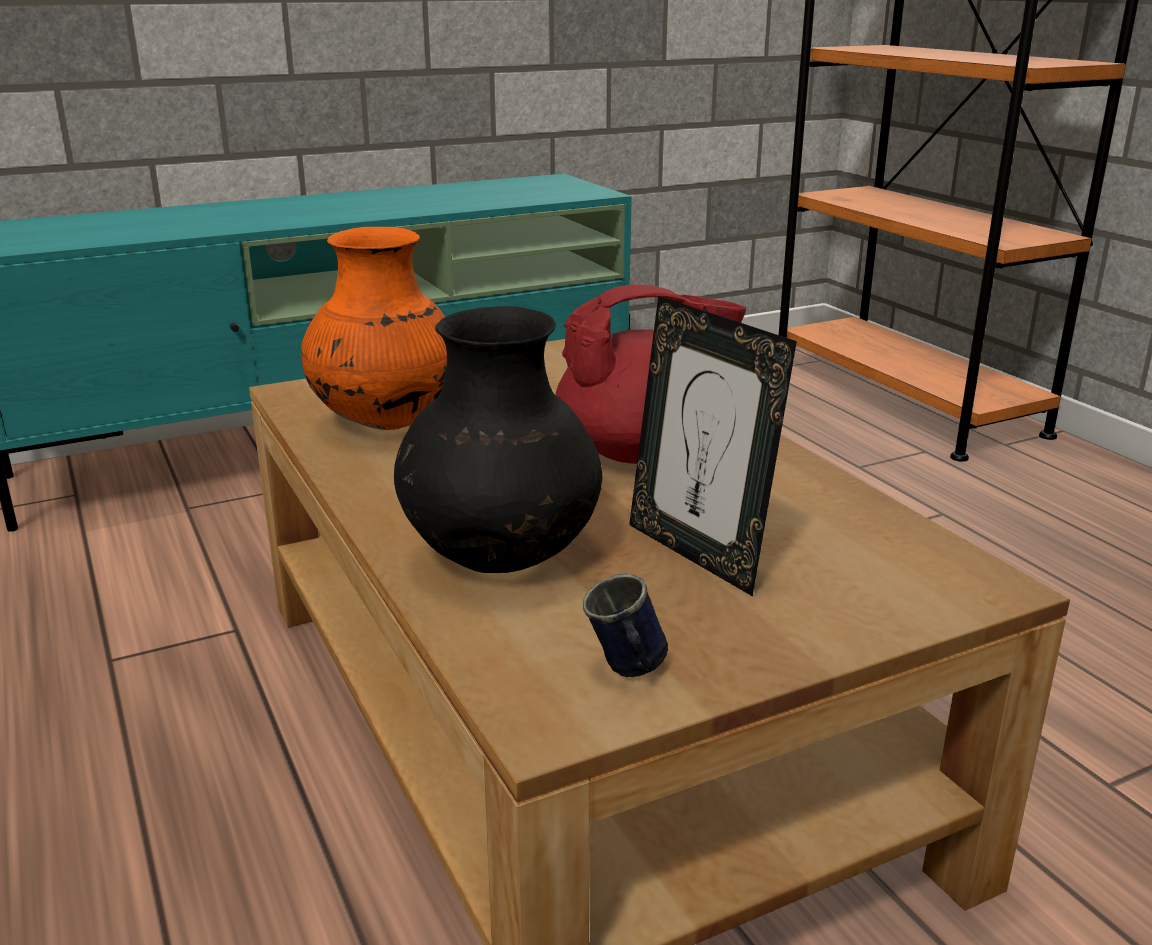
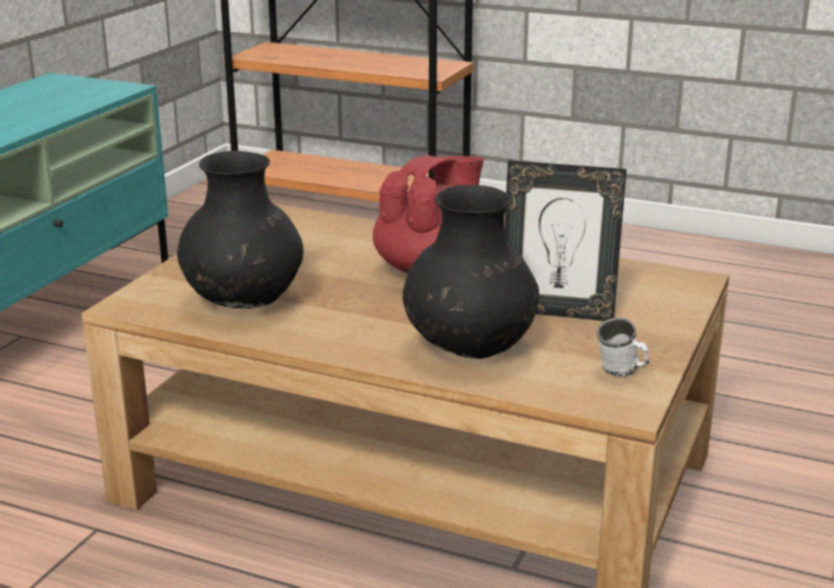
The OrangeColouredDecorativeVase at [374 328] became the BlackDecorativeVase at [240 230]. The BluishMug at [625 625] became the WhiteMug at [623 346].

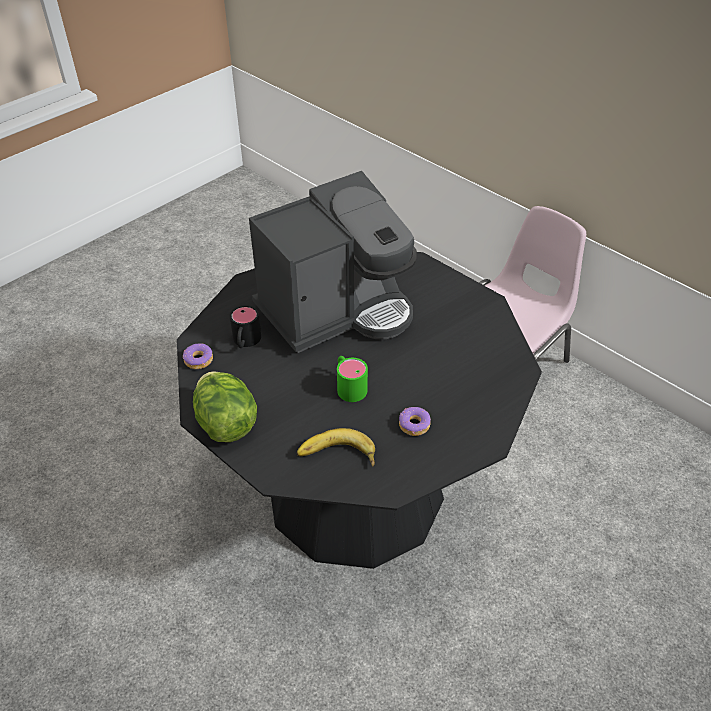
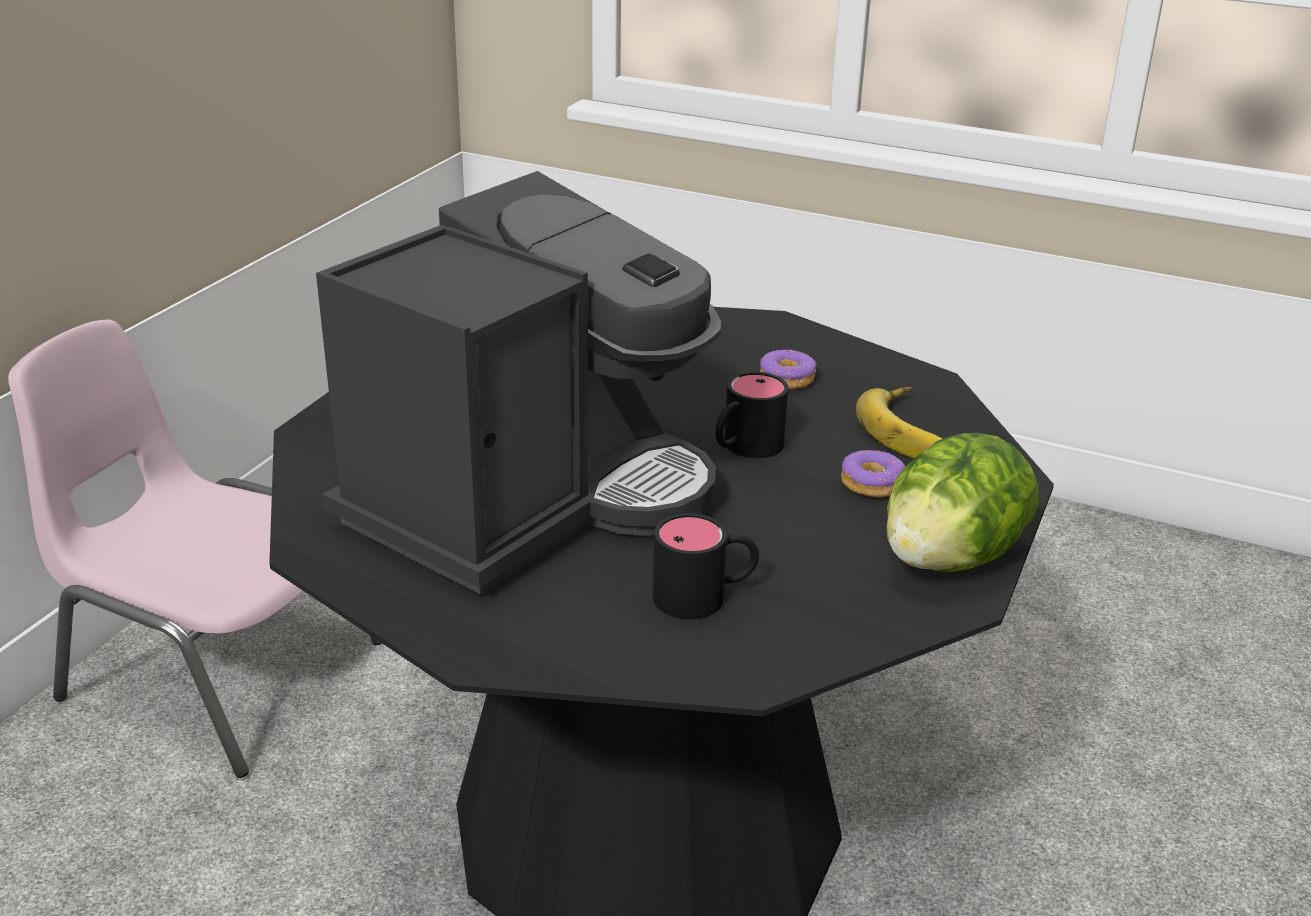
The CoffeeBrewer at [333 262] turned 90 degrees clockwise. The RingDoughnut moved from [197 356] to [873 473]. The GreenishMug at [352 379] became the BlackMug at [752 415].

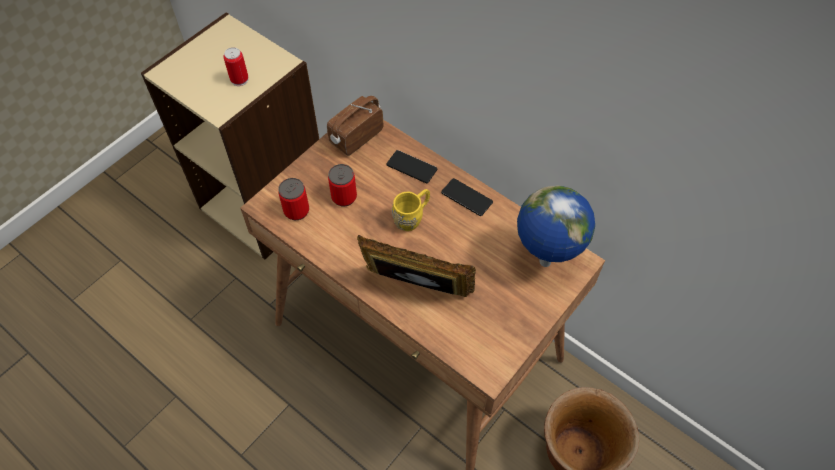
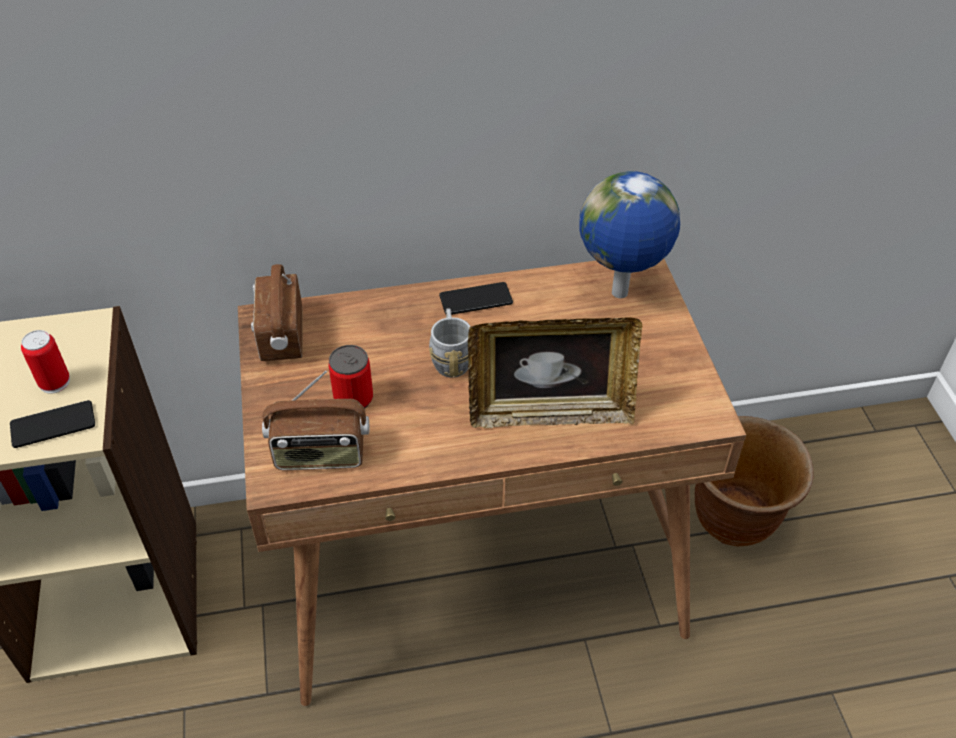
The Phone moved from [412 166] to [52 424]. The Can at [293 199] was replaced by the Radio at [315 420]. The YellowColouredMug at [411 210] became the GreyMug at [450 343]. The StandingFrame at [416 266] turned 150 degrees counterclockwise.

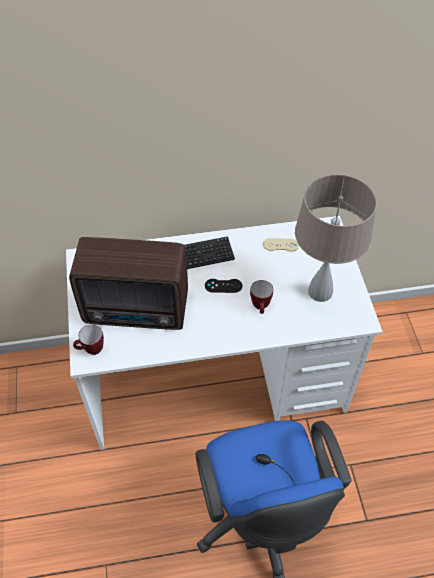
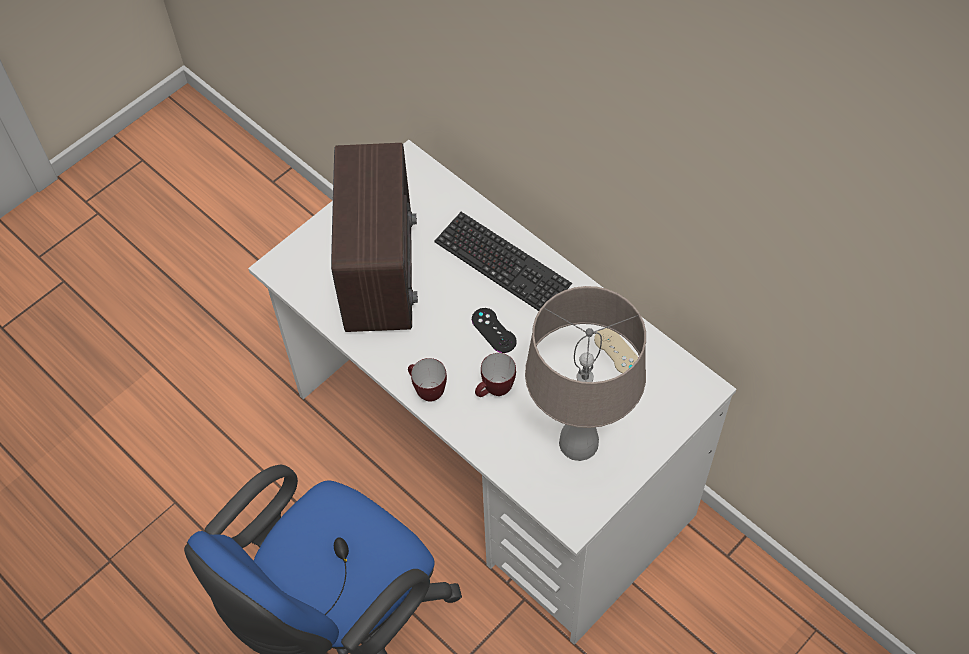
The Radio at [128 283] turned 150 degrees counterclockwise. The Mug moved from [88 340] to [427 380].

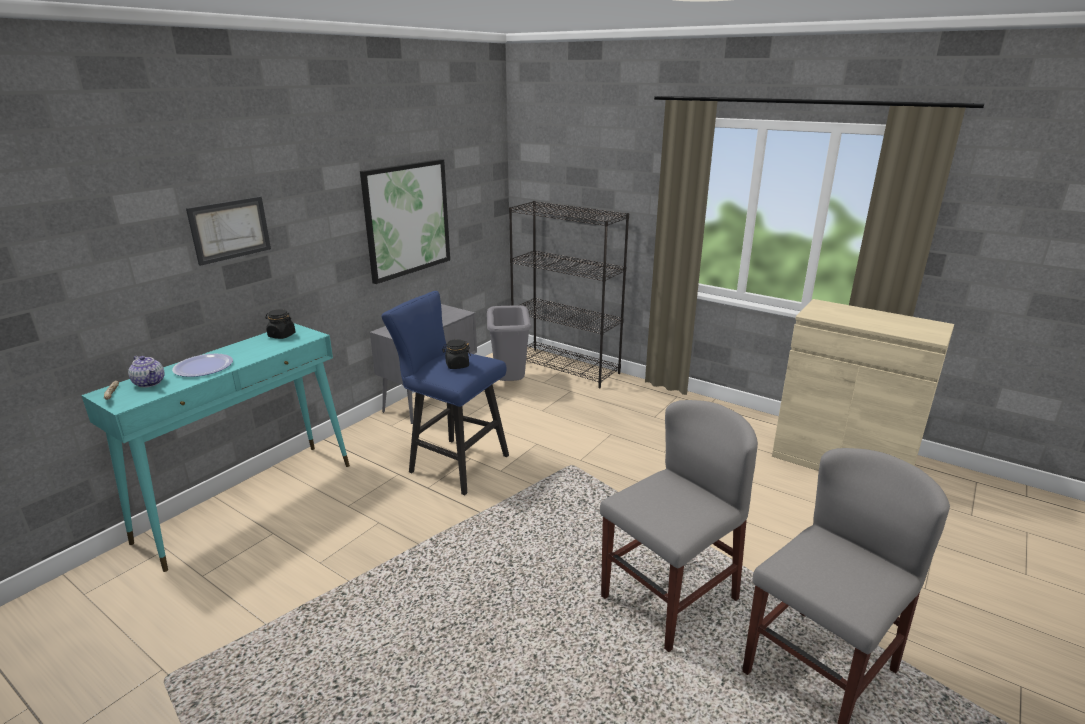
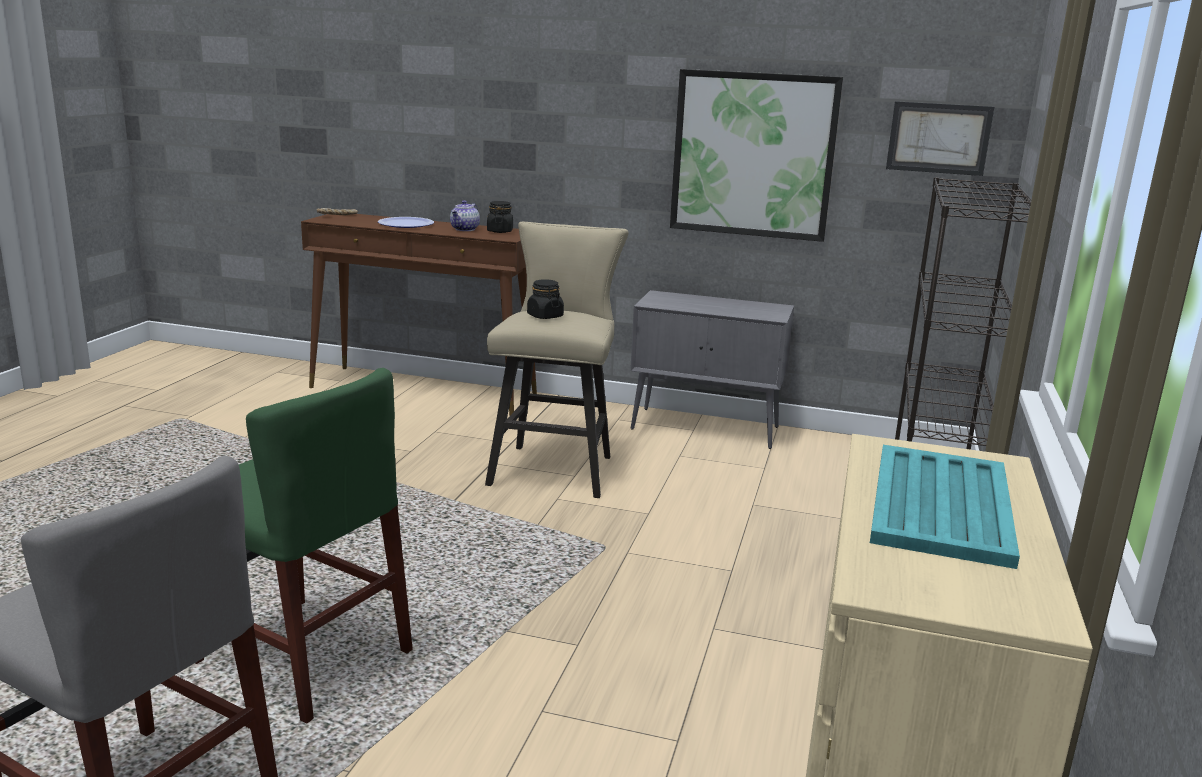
The WallArt moved from [228 231] to [940 138]. The BluishStoolSeat at [445 393] became the BeigeColouredStoolSeat at [556 360]. The GreyRubbishBin at [509 343] disappeared. The BlueGreenConsoleTable at [215 447] became the BrownColouredConsoleTable at [419 315]. The Teapot moved from [146 372] to [465 215]. The GreyChair at [679 526] became the GreenishChair at [304 546]. The BlueGreenServingTray at [945 507] appeared.

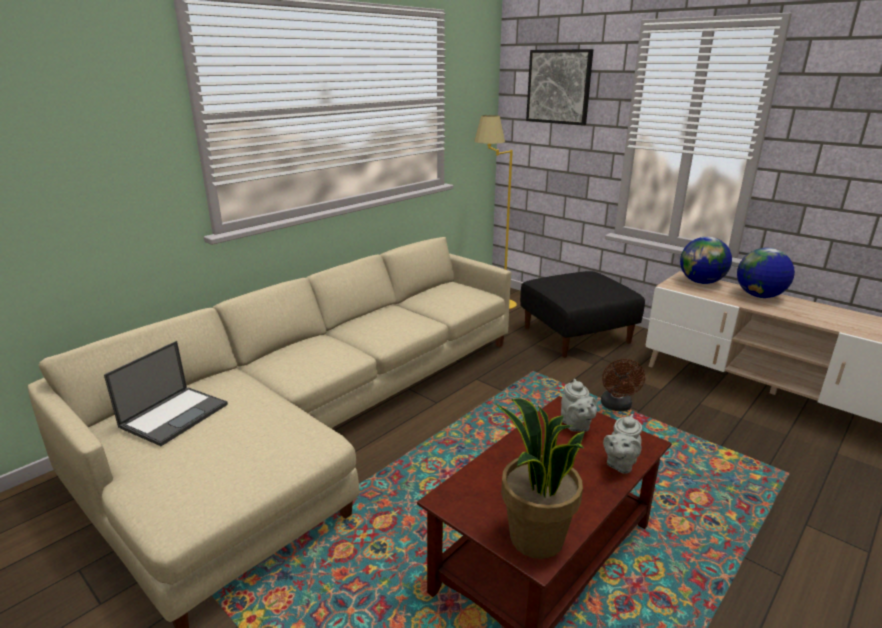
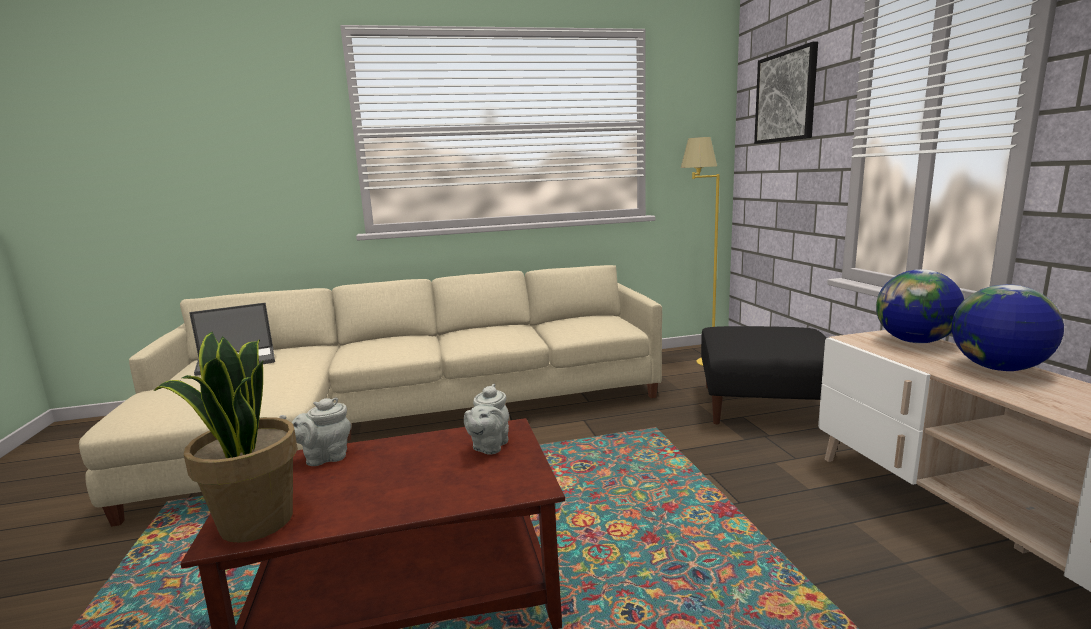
The BrownColouredElectricFan at [623 385] disappeared. The GreyTeapot moved from [622 444] to [315 432].

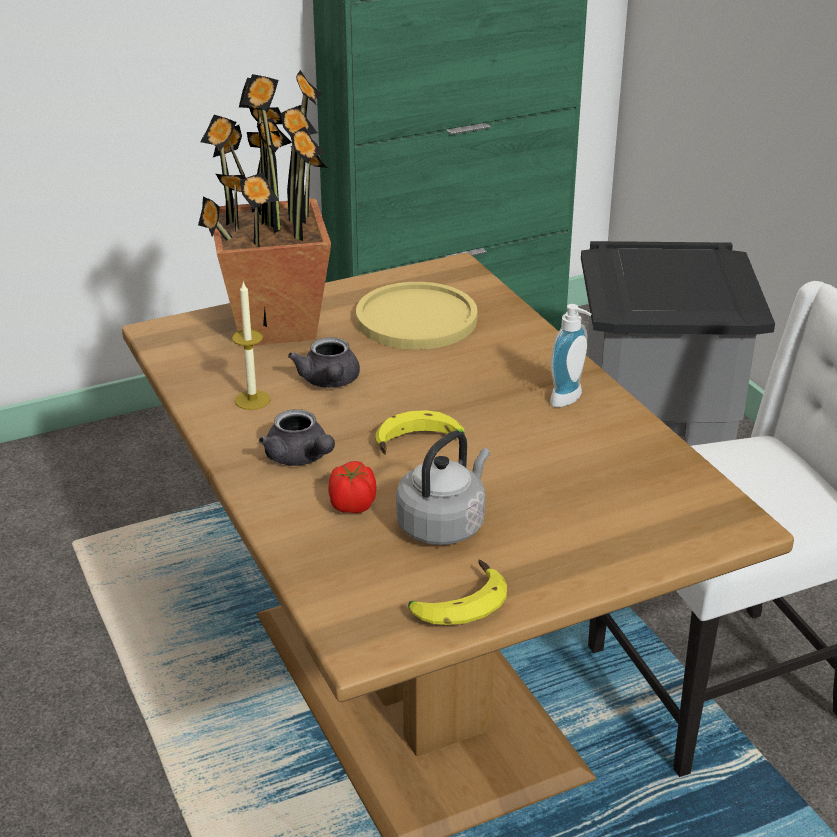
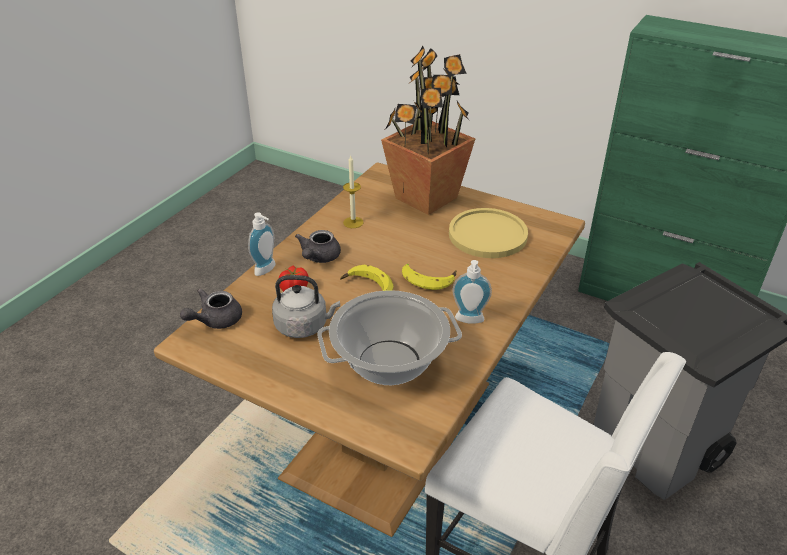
The GreyTeapot moved from [324 362] to [211 308]. The BananaFruit moved from [457 592] to [429 277]. The SoapBottle at [262 244] appeared. The Stockpot at [389 337] appeared.

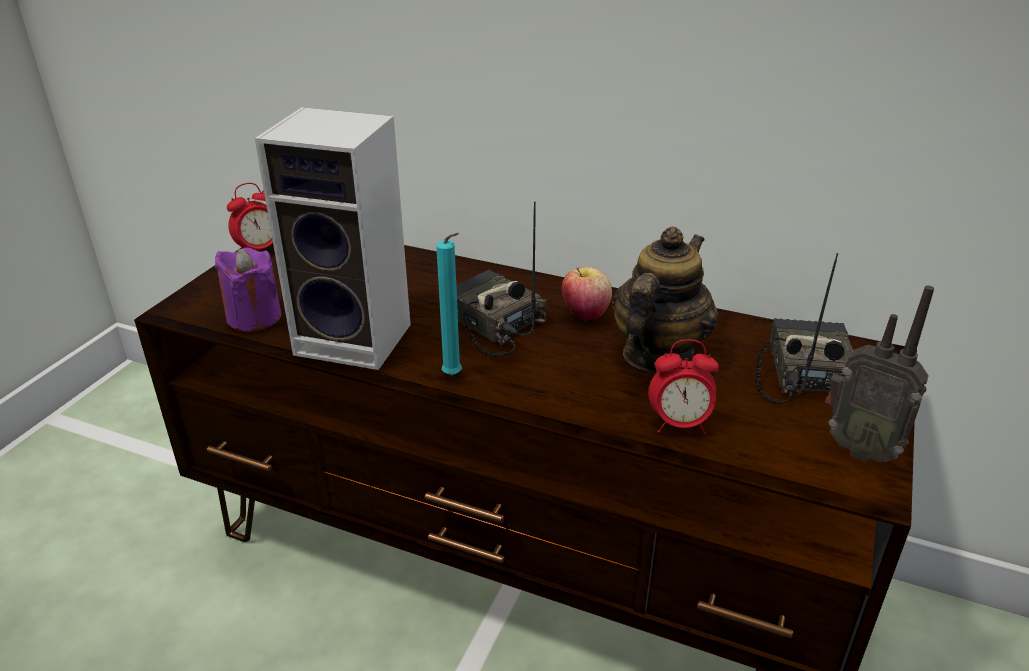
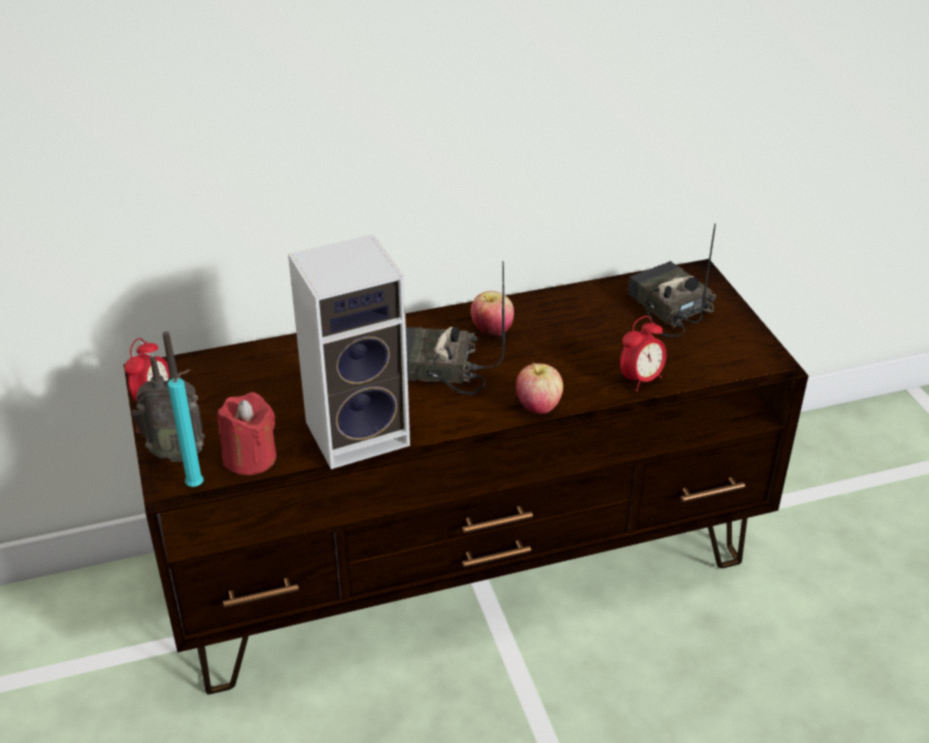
The Teapot at [665 299] disappeared. The BlueGreenWaxLight moved from [449 304] to [186 428]. The PurpleWaxLight at [248 289] became the RedWaxLight at [247 433]. The Radio moved from [879 374] to [168 396]. The AppleFruit at [539 388] appeared.

